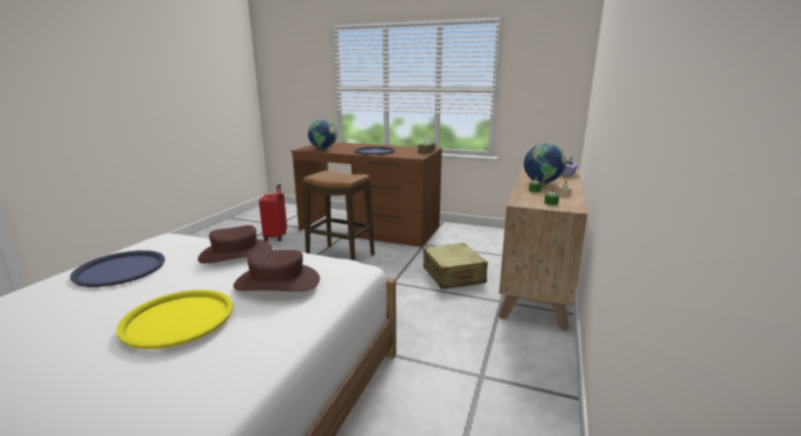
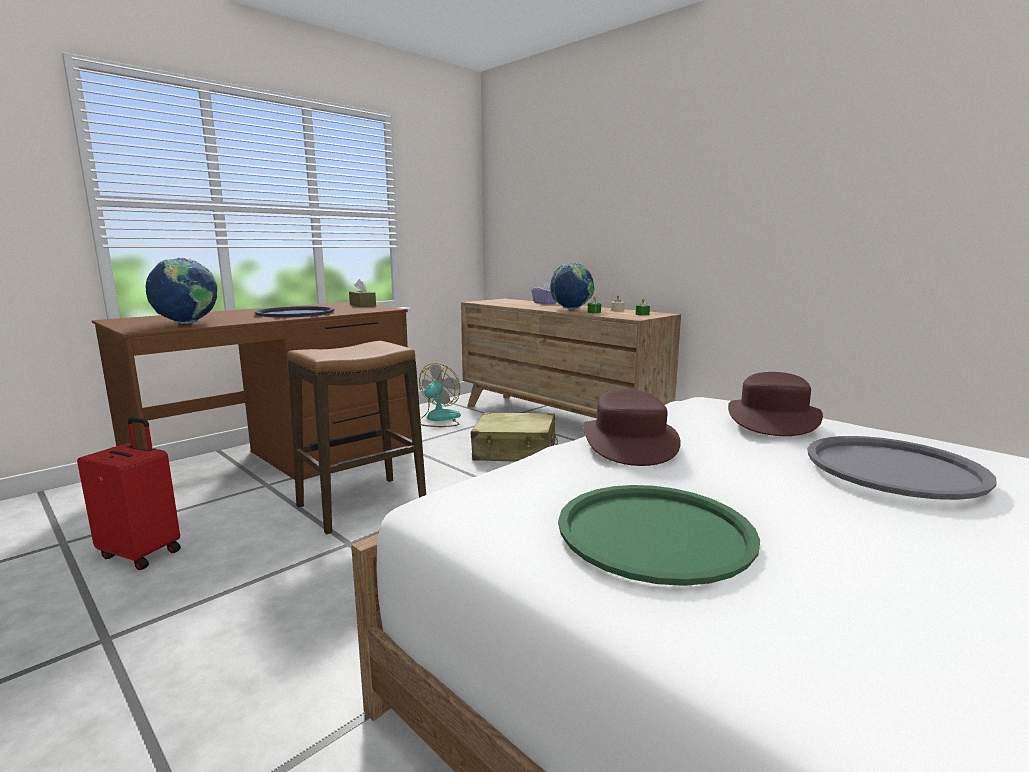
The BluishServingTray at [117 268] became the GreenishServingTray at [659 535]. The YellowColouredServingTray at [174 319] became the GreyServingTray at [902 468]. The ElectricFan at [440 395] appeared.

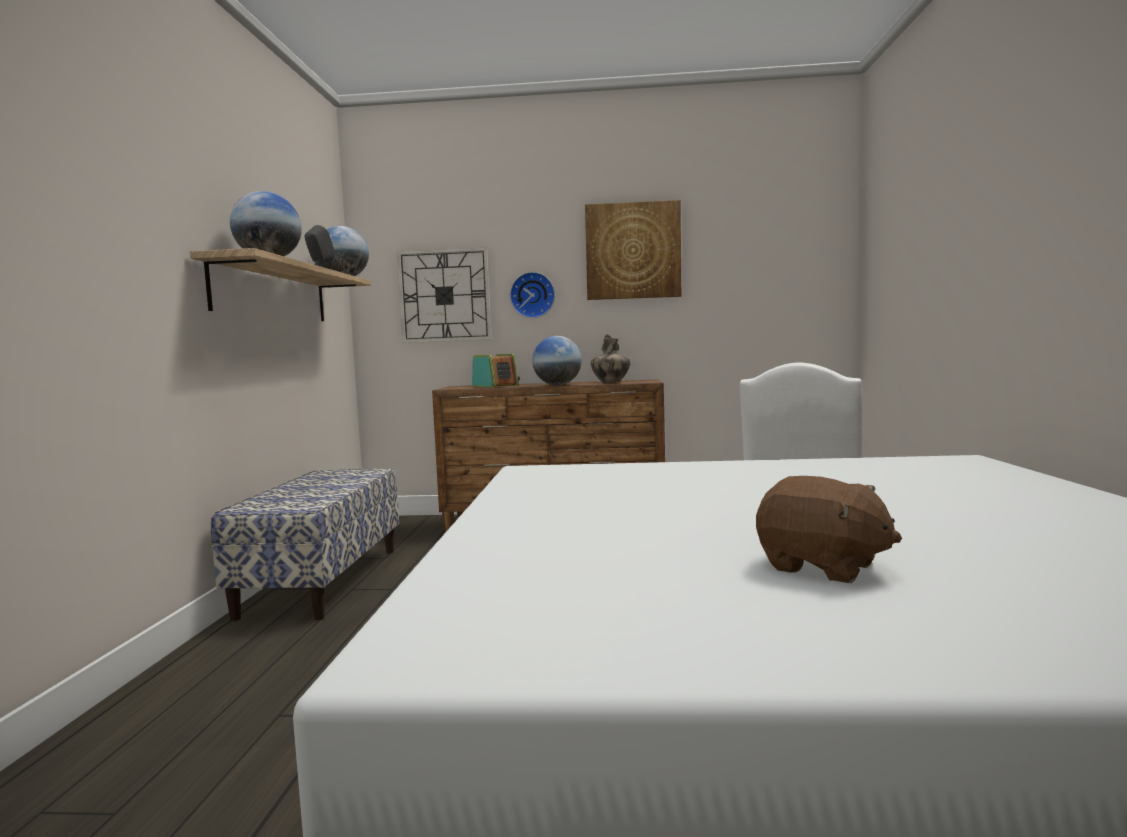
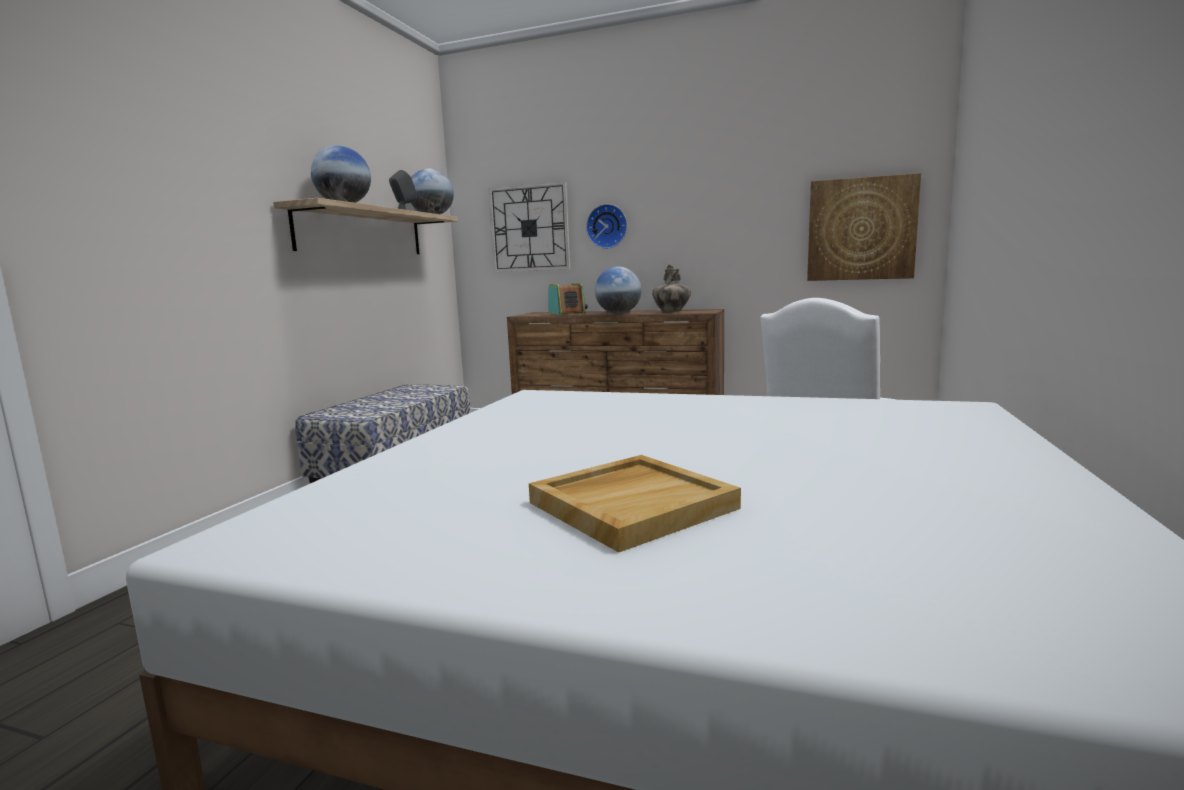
The WallArt moved from [633 250] to [864 227]. The BrownColouredCuddlyToy at [829 529] was replaced by the BeigeColouredServingTray at [635 503].

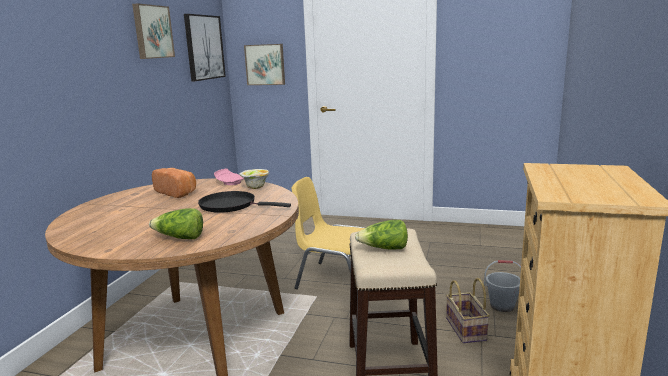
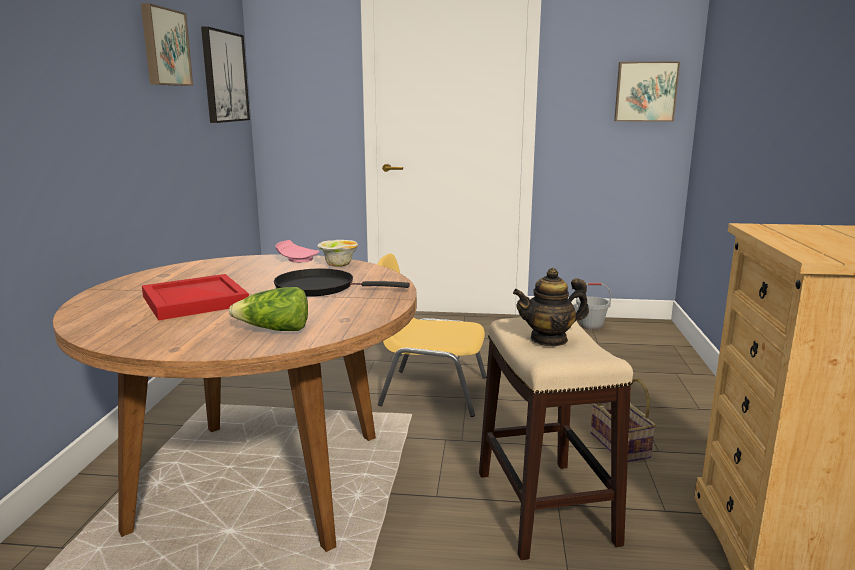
The WallArt moved from [264 64] to [647 92]. The BakedBread at [174 183] disappeared. The Lettuce at [381 235] was replaced by the Teapot at [551 307]. The GreyPail moved from [502 286] to [593 306]. The RedServingTray at [195 297] appeared.

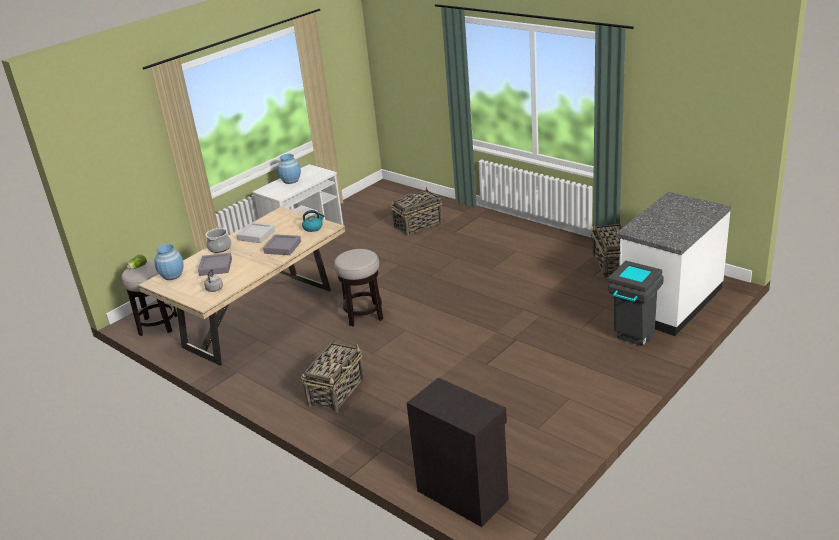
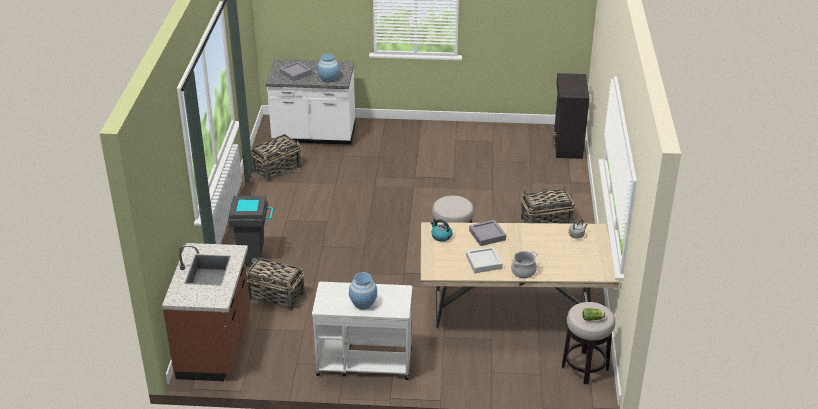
The BluishDecorativeVase moved from [169 262] to [328 68]. The GreyServingTray moved from [215 264] to [296 71]. The GreyRubbishBin moved from [636 303] to [250 230]. The BrownColouredKitchenBaseUnit at [206 312] appeared.

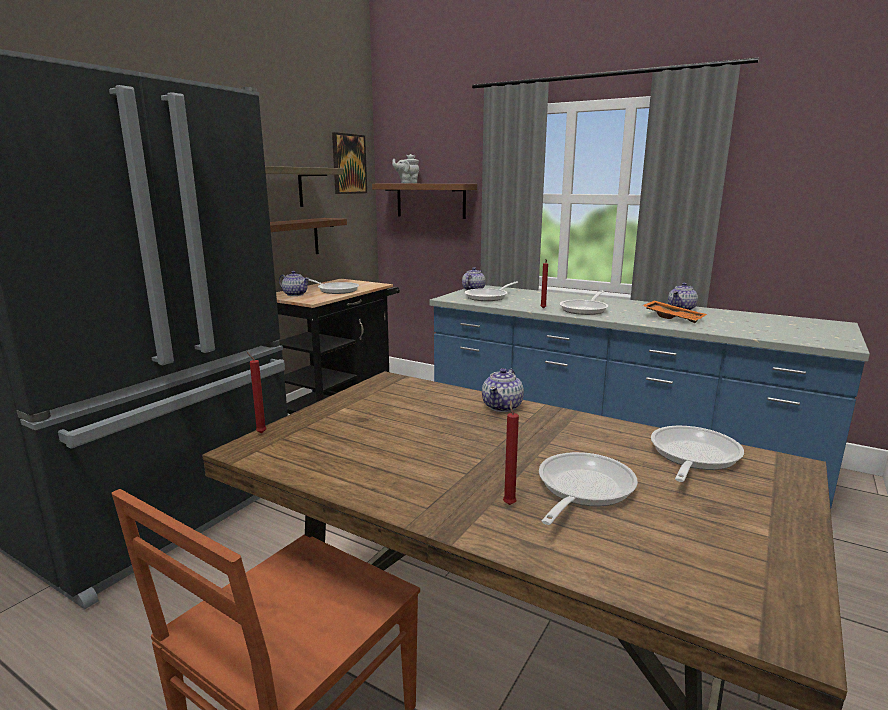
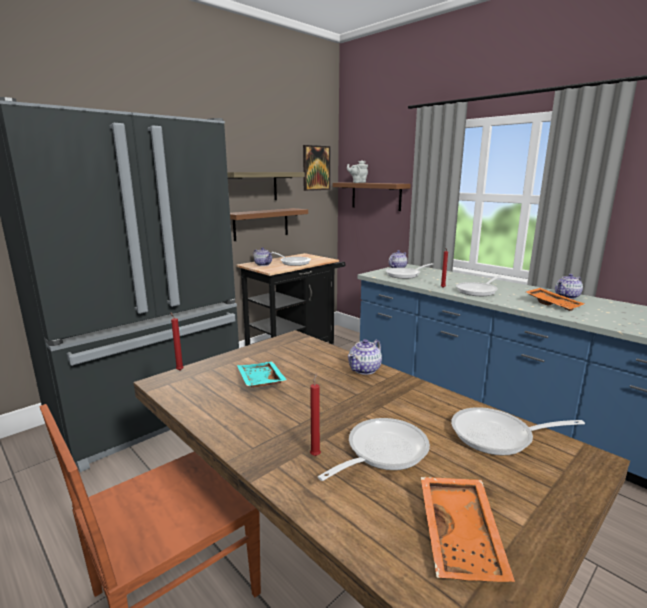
The Pan at [697 454] turned 135 degrees counterclockwise. The BlueGreenServingTray at [262 374] appeared. The OrangeColouredServingTray at [468 529] appeared.

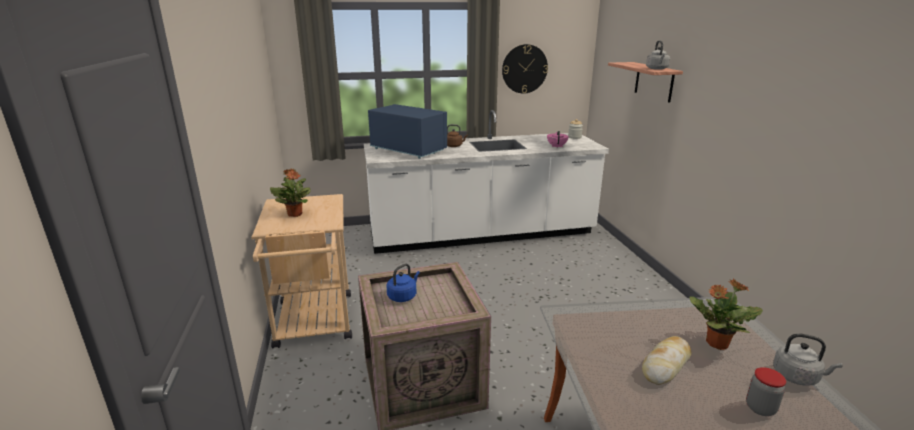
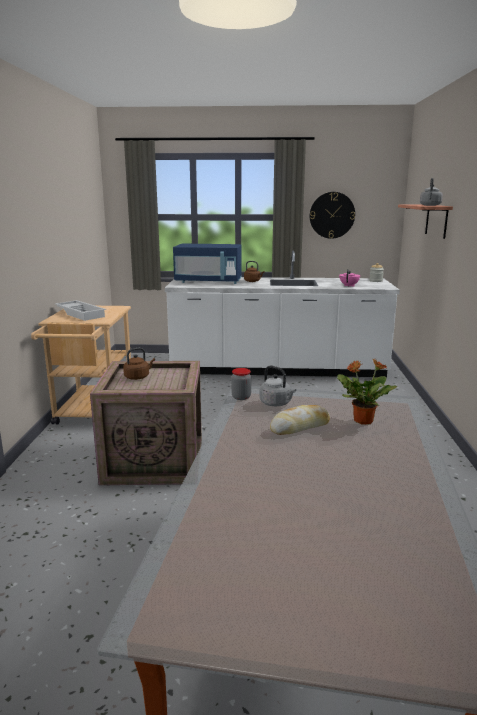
The BluishKitchenMicrowave at [407 131] turned 135 degrees clockwise. The PottedPlant at [290 192] was replaced by the WhiteServingTray at [81 310]. The BluishTeaKettle at [403 283] became the BrownColouredTeaKettle at [139 364]. The GreyTeaKettle moved from [808 360] to [277 386]. The PreserveJar moved from [766 391] to [241 384].

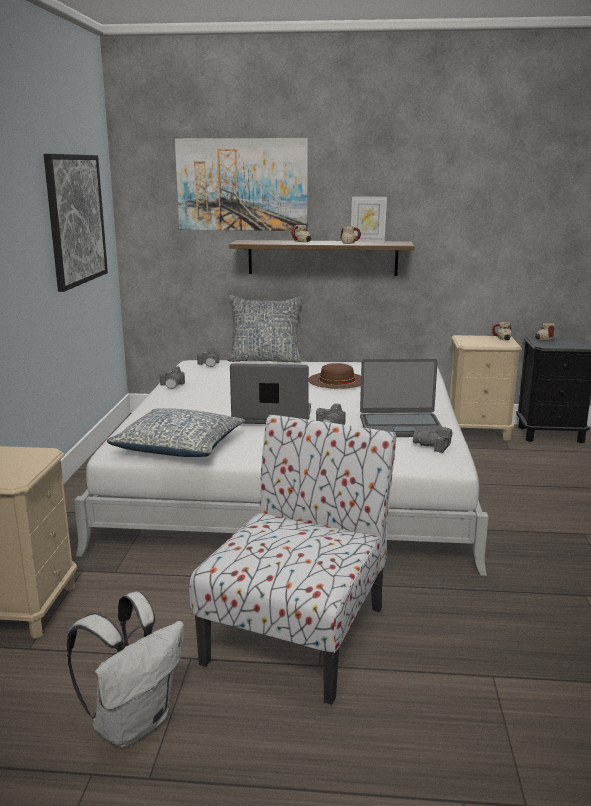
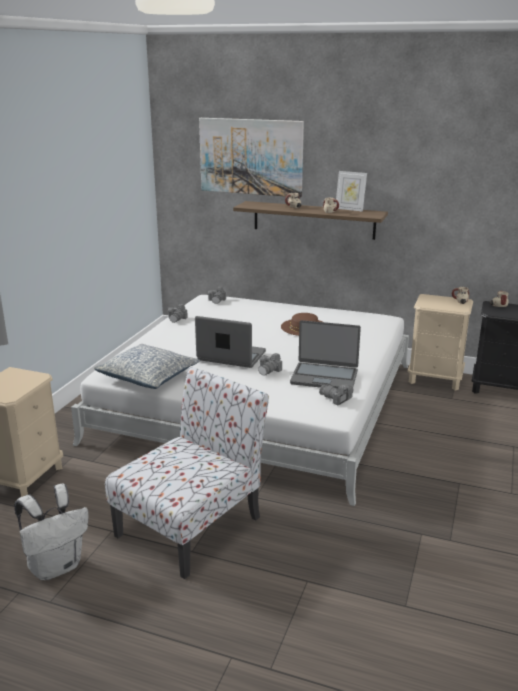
The WallArt at [76 223] disappeared. The ThrowPillow at [265 329] disappeared.

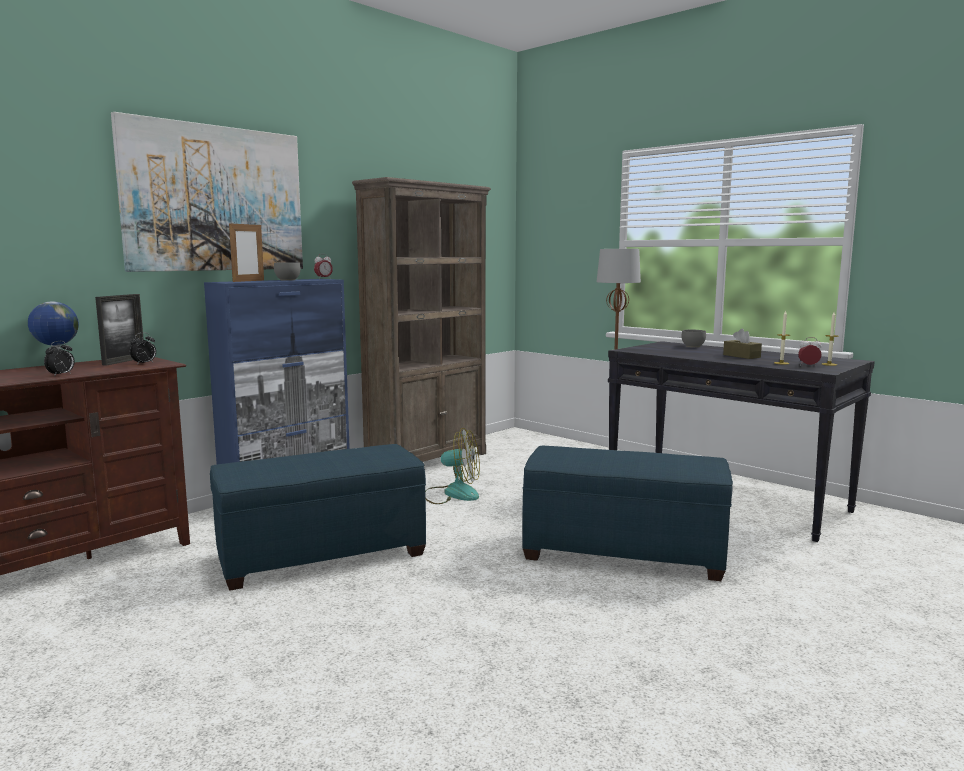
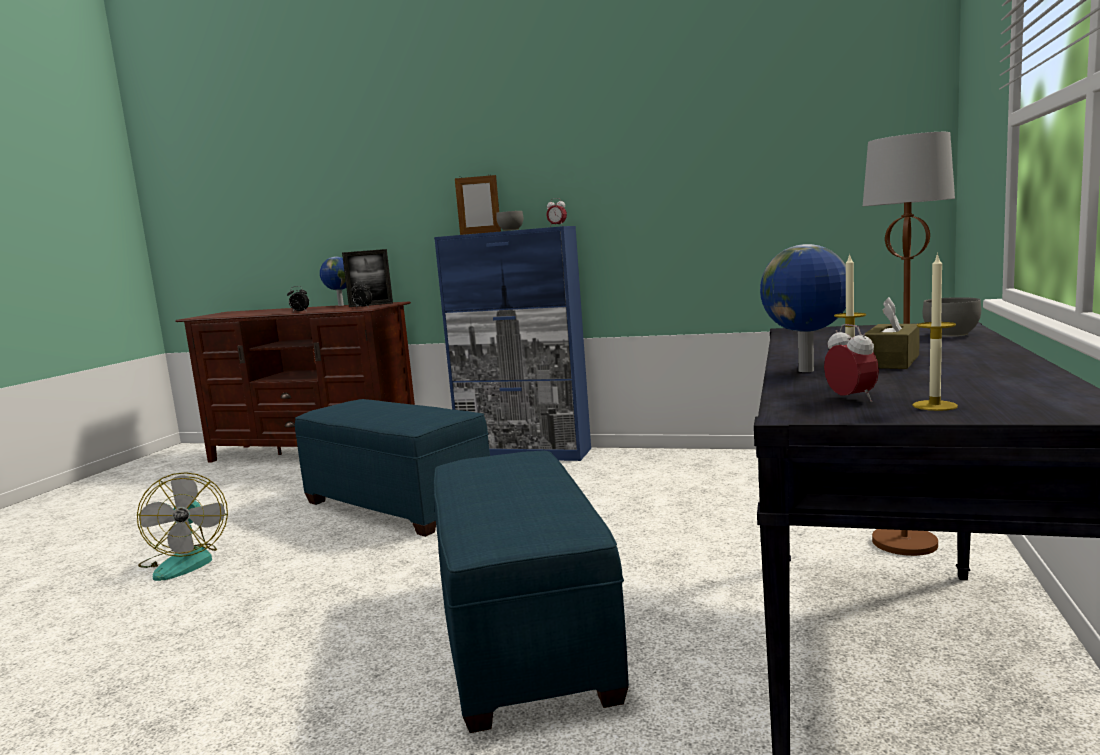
The WallArt at [207 192] disappeared. The BrownColouredShelvingUnit at [421 319] disappeared. The ElectricFan moved from [452 466] to [182 526]. The Globe at [803 308] appeared.

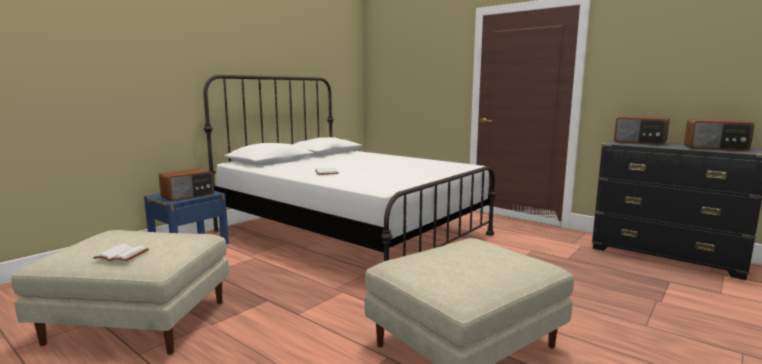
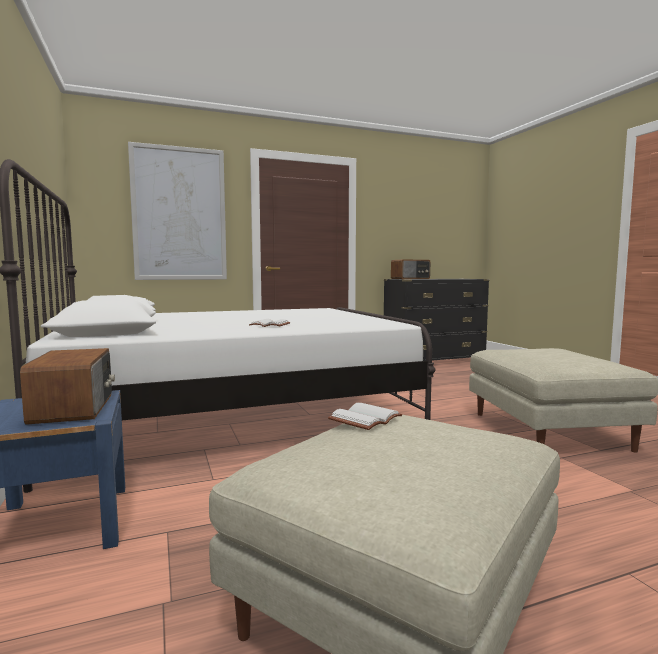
The Radio at [719 135] disappeared. The WhiteVolume moved from [121 252] to [365 416]. The WallArt at [177 211] appeared.

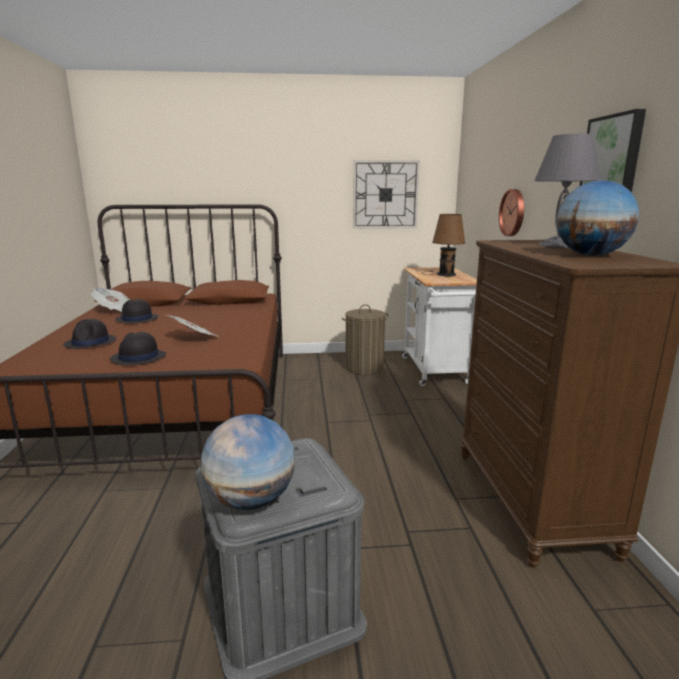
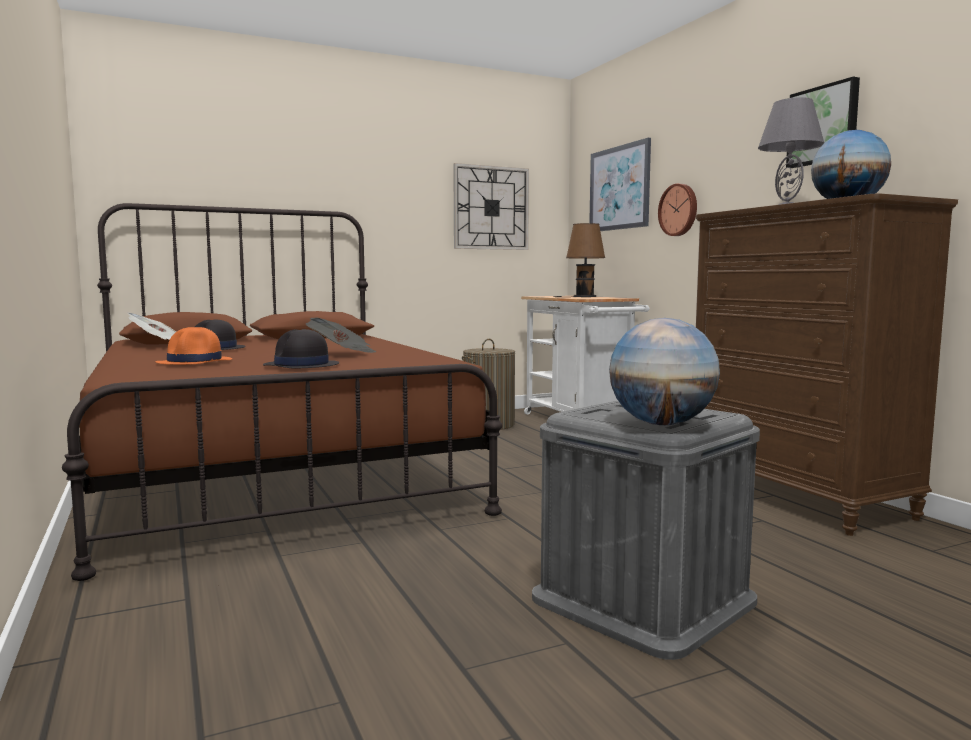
The BlackClothingHat at [89 334] became the OrangeColouredClothingHat at [194 346]. The WallArt at [620 184] appeared.

